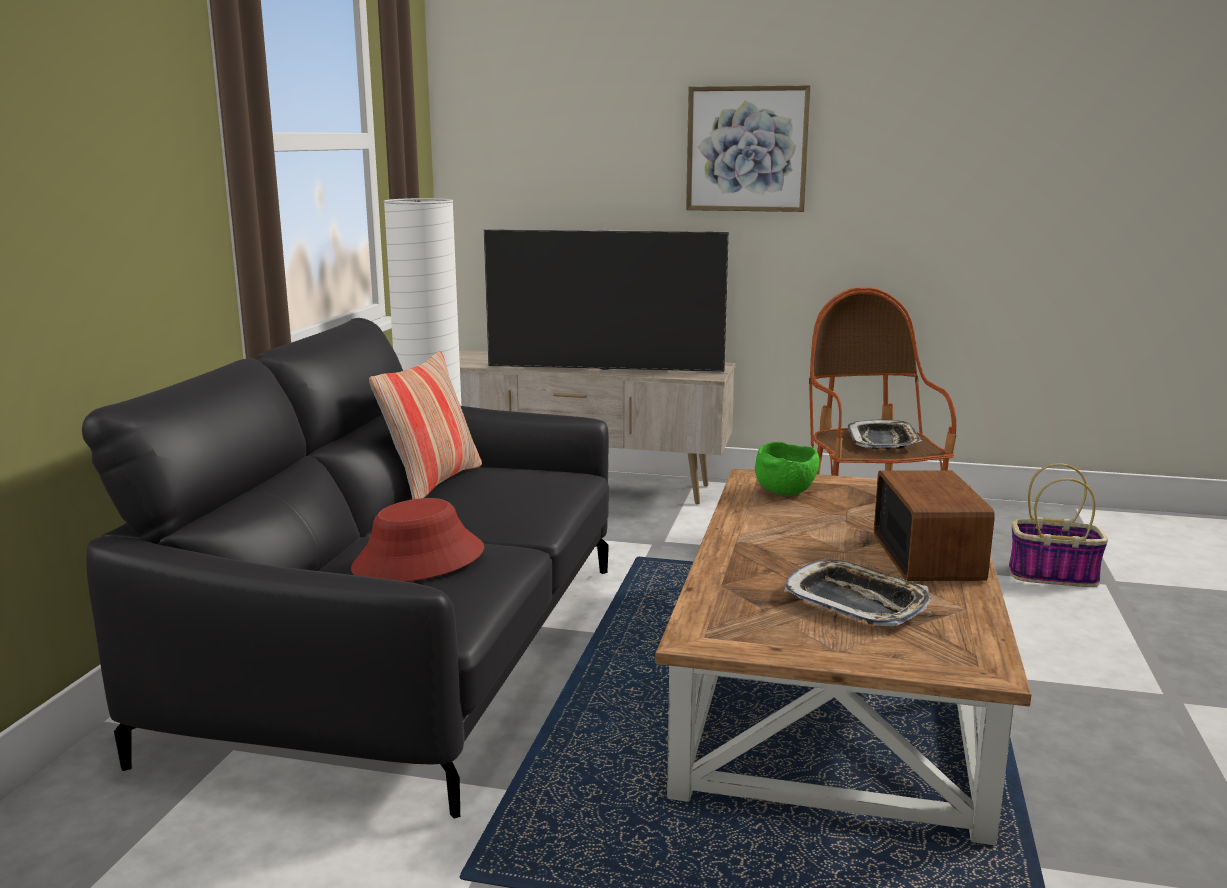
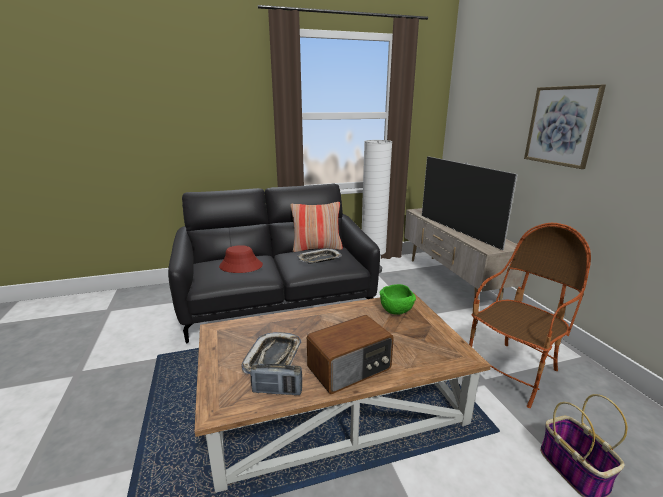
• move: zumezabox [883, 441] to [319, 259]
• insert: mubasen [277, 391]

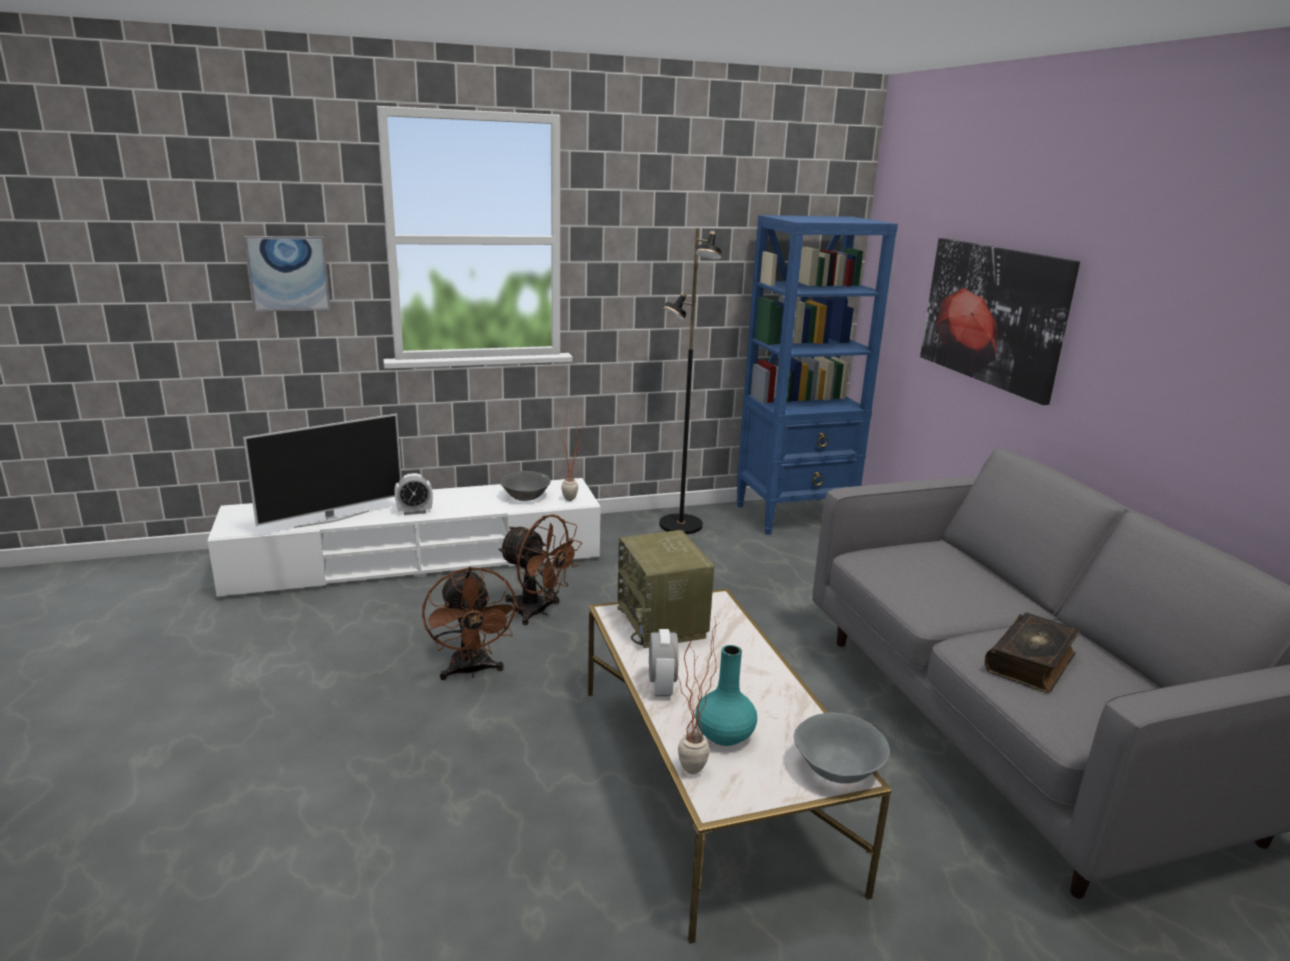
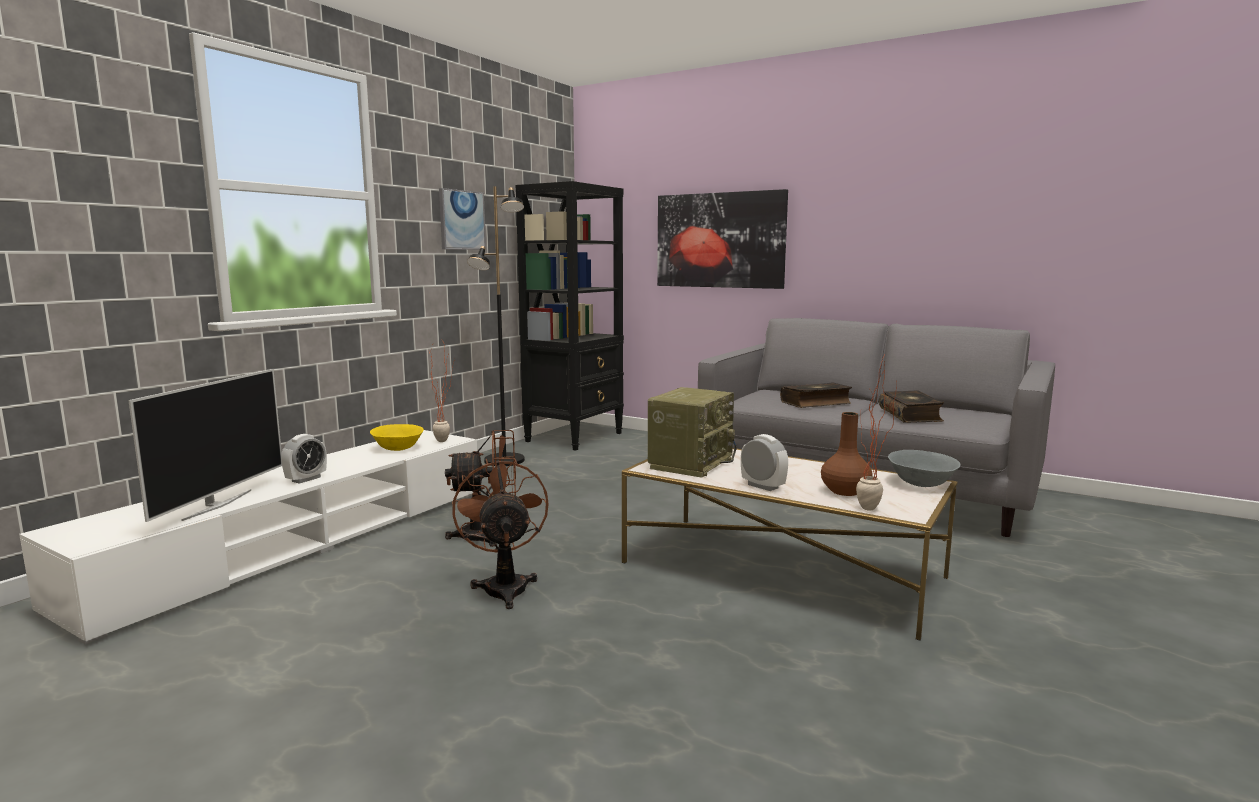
• recolor: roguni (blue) [795, 515] to roguni (black) [575, 437]
• move: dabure [288, 273] to [461, 220]
• recolor: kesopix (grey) [525, 496] to kesopix (yellow) [397, 448]
• rotate: mubasen [663, 623] = [690, 463] 90 degrees counterclockwise
• rotate: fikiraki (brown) [471, 671] = [504, 586] 135 degrees counterclockwise
• recolor: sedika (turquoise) [724, 734] to sedika (brown) [844, 491]
• insert: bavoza [816, 403]

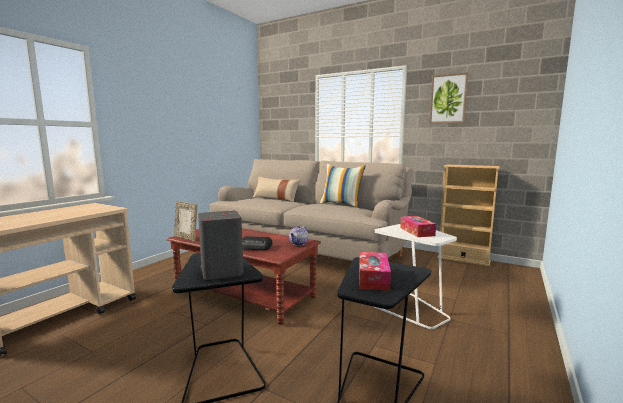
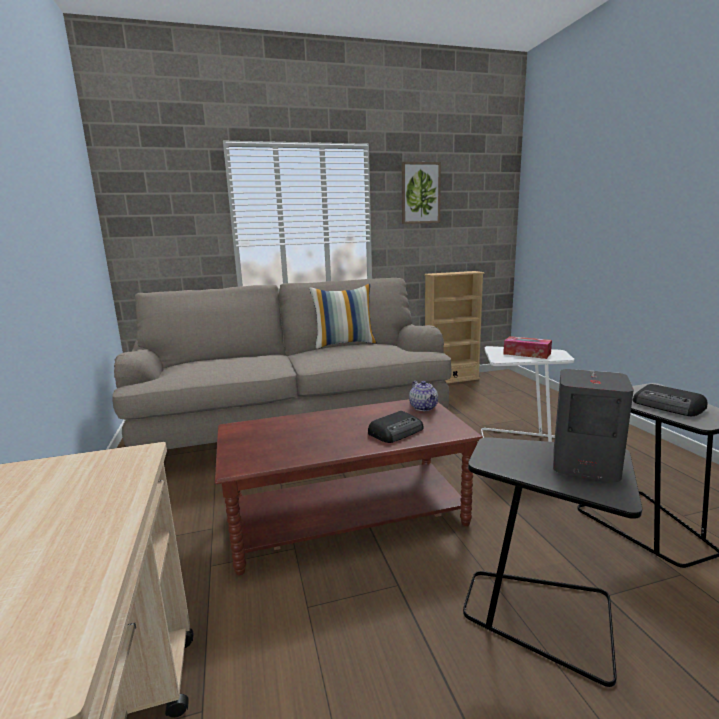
• delete: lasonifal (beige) [276, 198]
• delete: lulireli [186, 238]
• replace: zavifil [373, 278] to mubasen [668, 406]

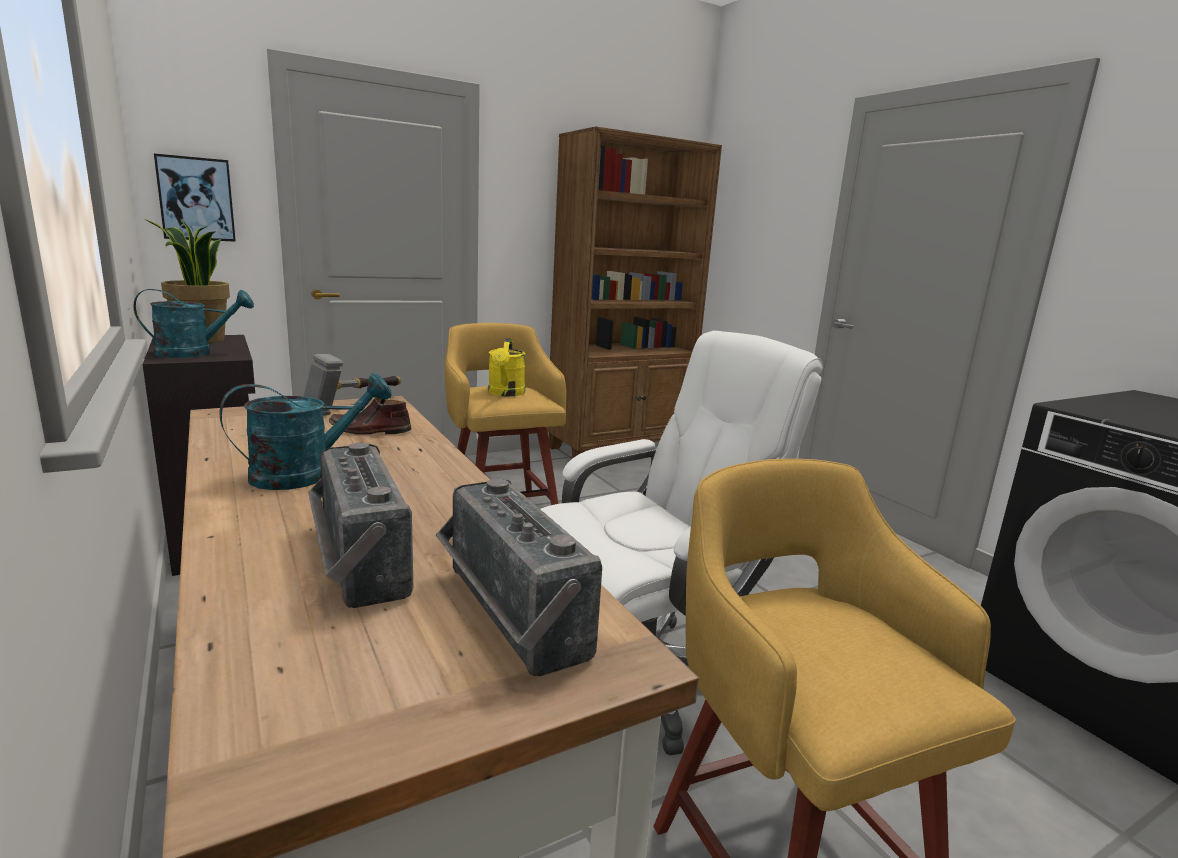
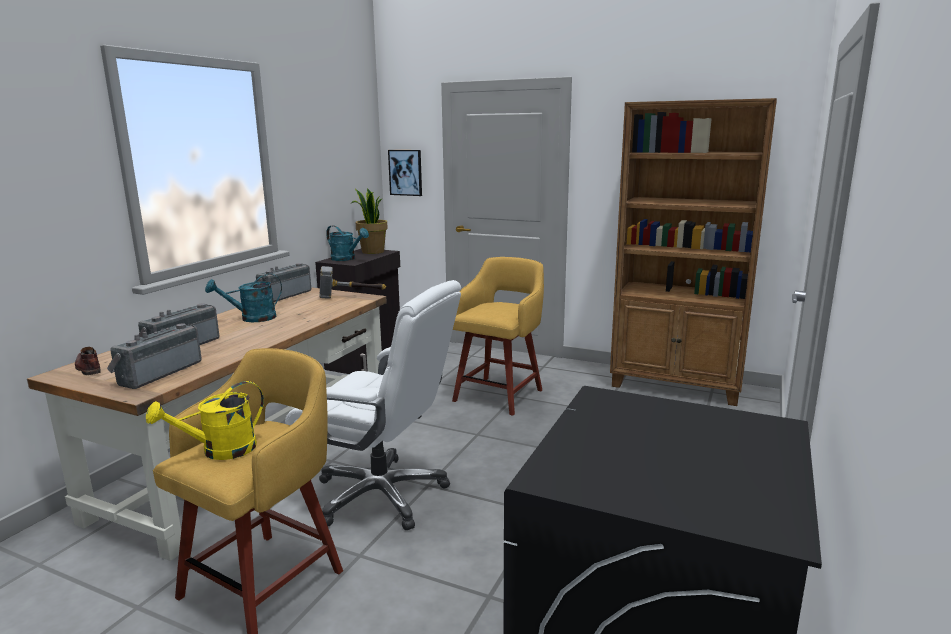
• move: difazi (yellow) [506, 393] to [220, 451]
• rotate: difazi (turquoise) [306, 474] = [252, 318] 135 degrees clockwise
• move: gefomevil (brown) [370, 431] to [88, 368]
• insert: mubasen [283, 296]

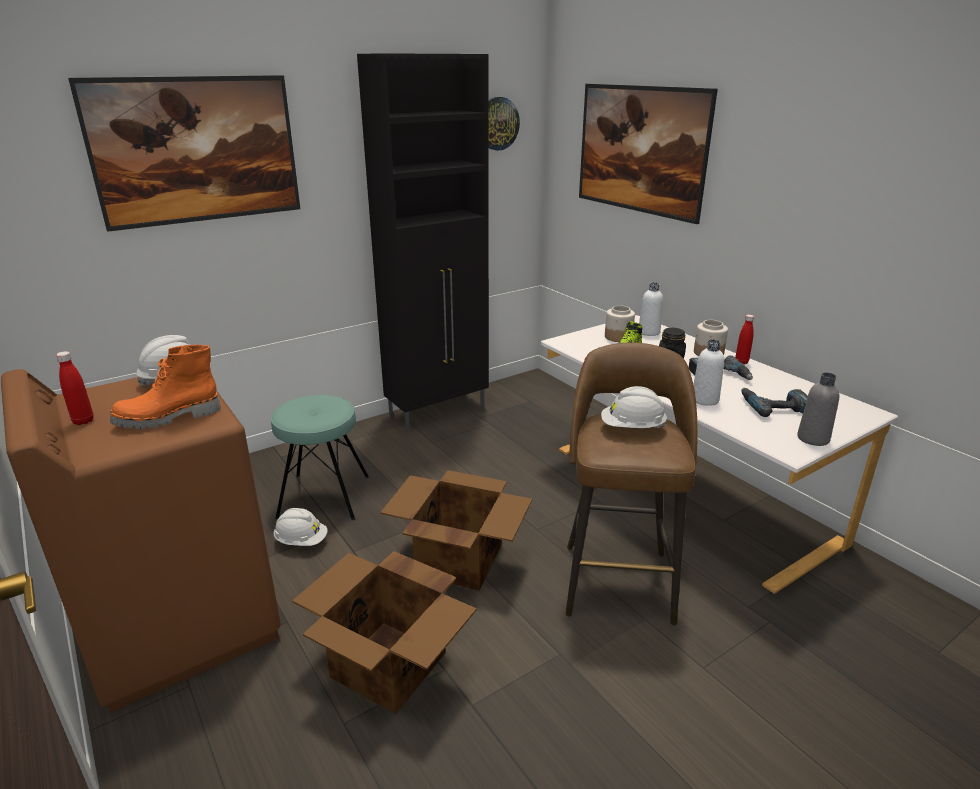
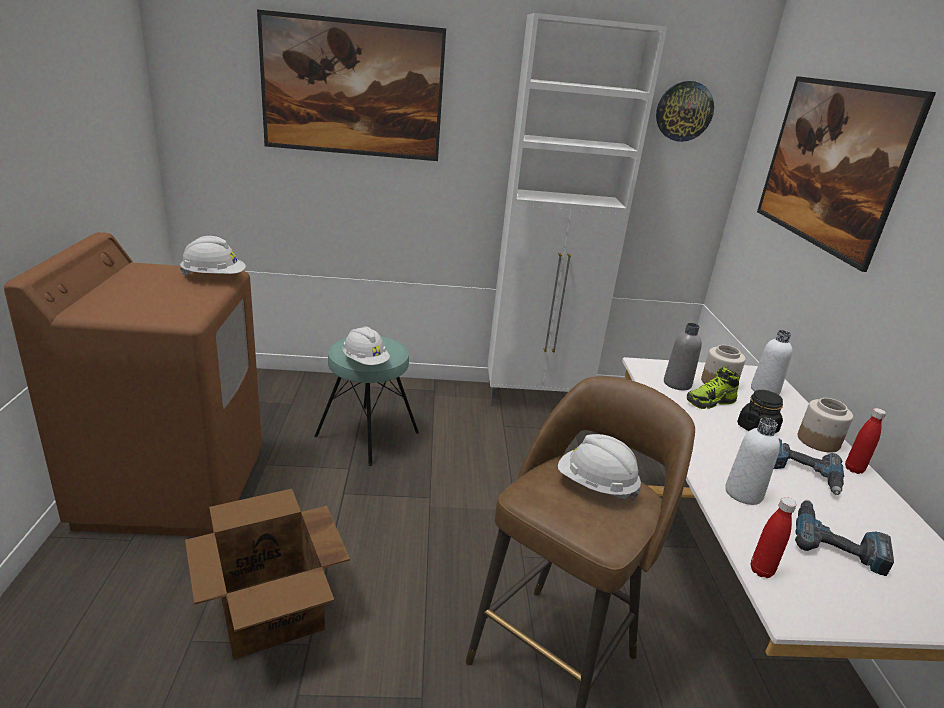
• recolor: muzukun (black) [439, 410] to muzukun (white) [537, 398]
• delete: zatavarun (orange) [168, 418]
• move: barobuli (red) [83, 421] to [761, 570]
• move: barobuli (grey) [813, 438] to [677, 384]
• delete: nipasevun [458, 559]
• move: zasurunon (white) [301, 541] to [365, 361]

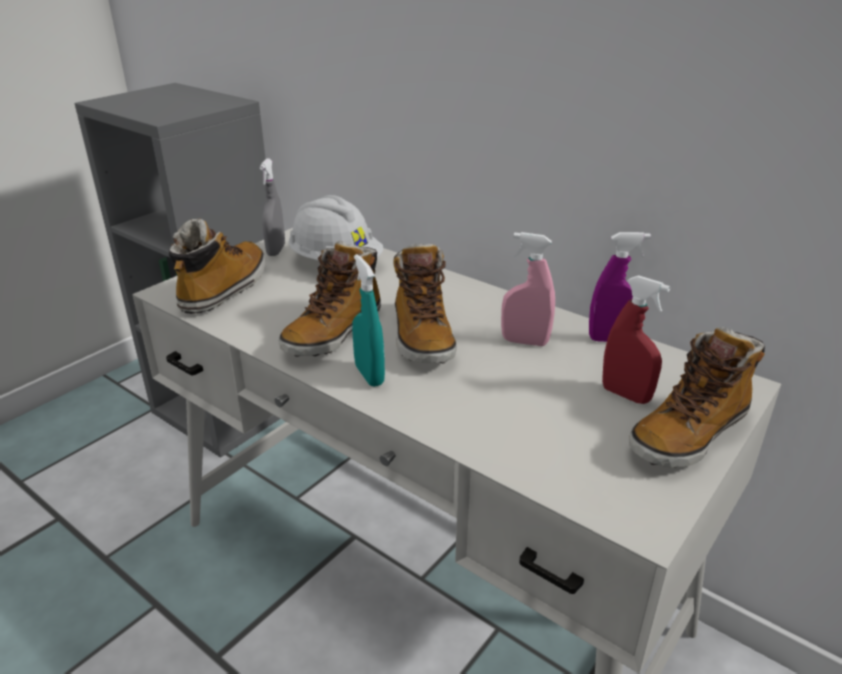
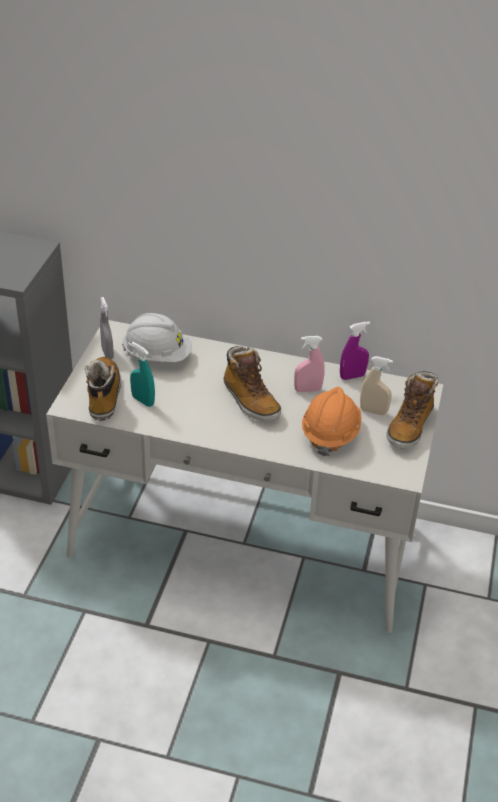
• delete: zatavarun [333, 332]
• move: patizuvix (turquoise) [369, 375] to [143, 400]
• recolor: patizuvix (red) [625, 395] to patizuvix (beige) [373, 411]
• insert: zasurunon (orange) [330, 433]

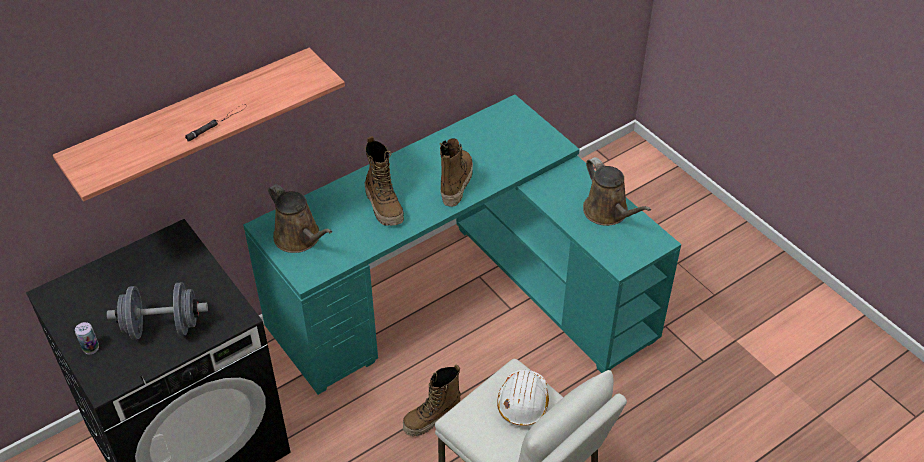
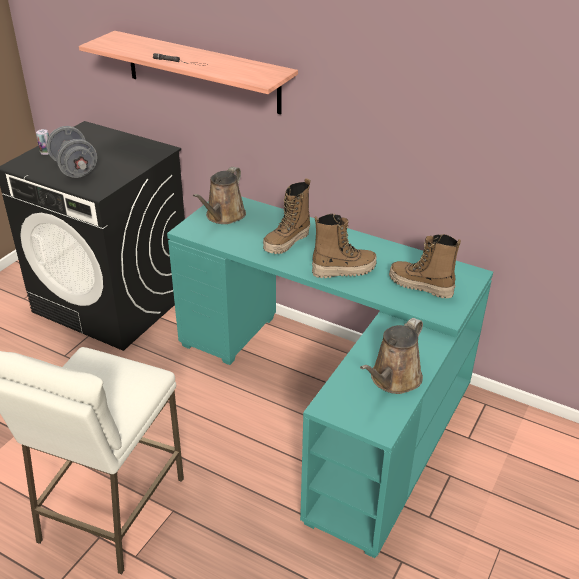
• move: zatavarun [432, 418] to [420, 286]
• delete: zasurunon (white) [523, 403]

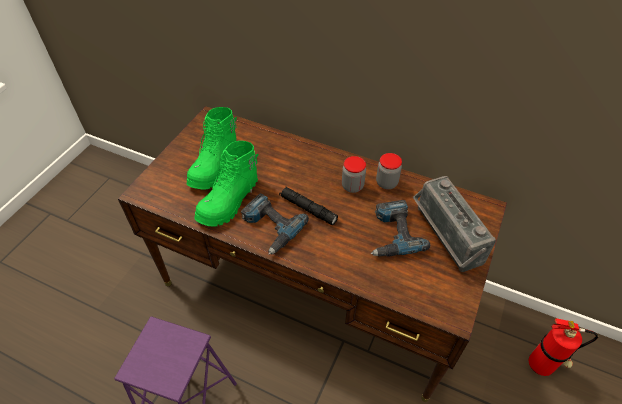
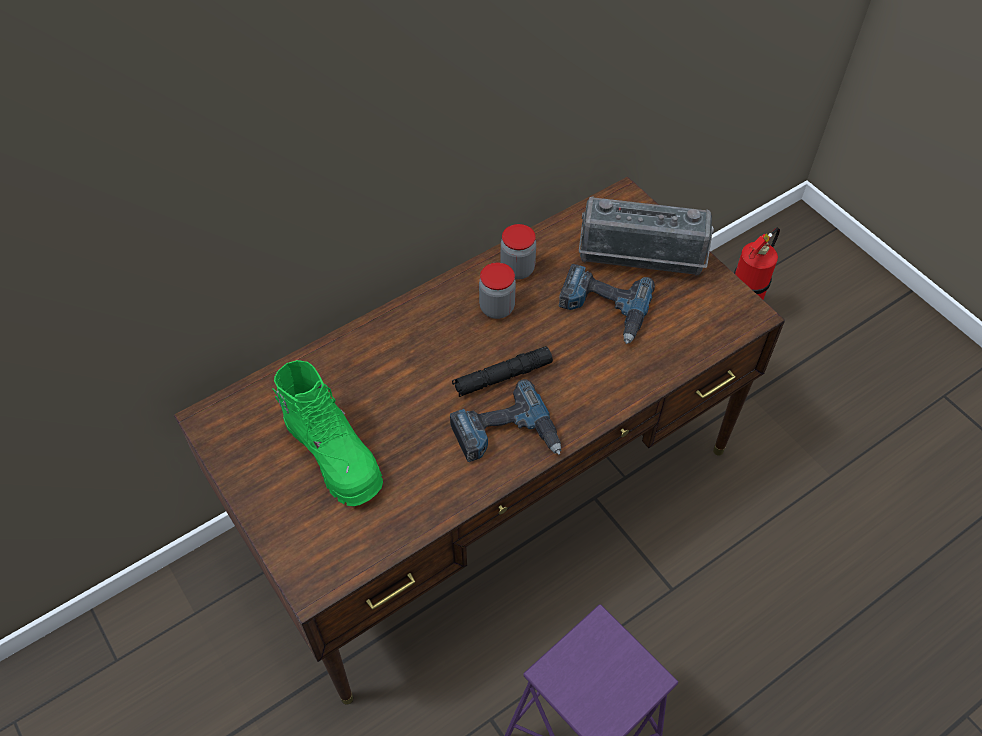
• delete: zatavarun (green) [230, 201]

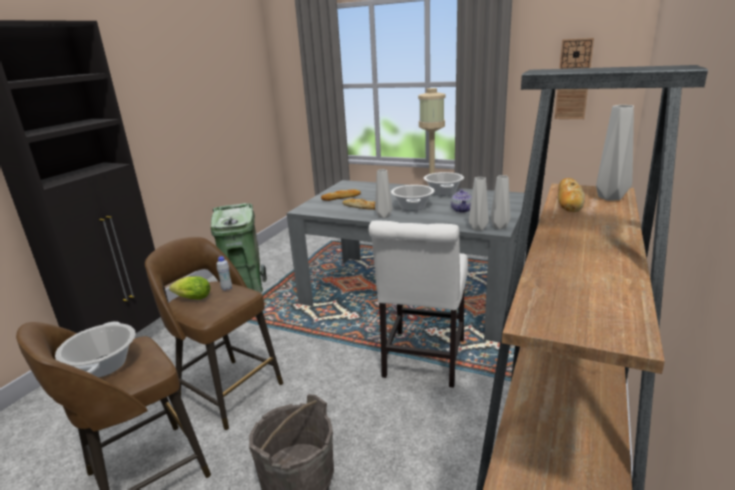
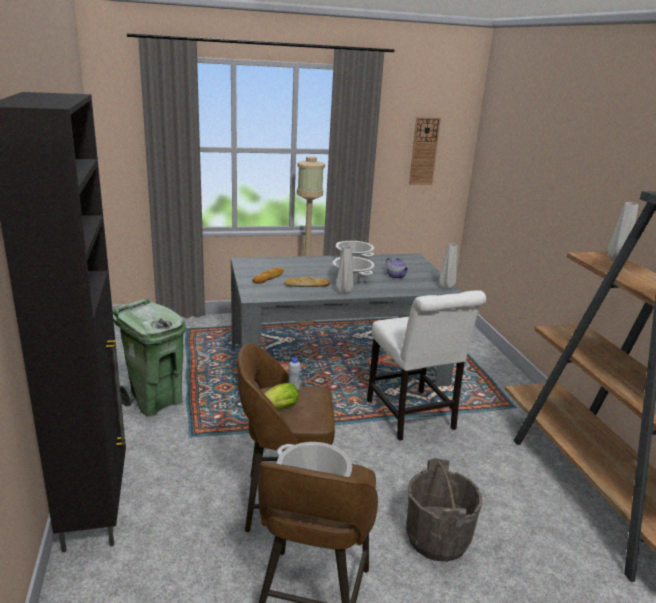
• delete: sedika (grey) [477, 228]
• delete: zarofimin [569, 199]

